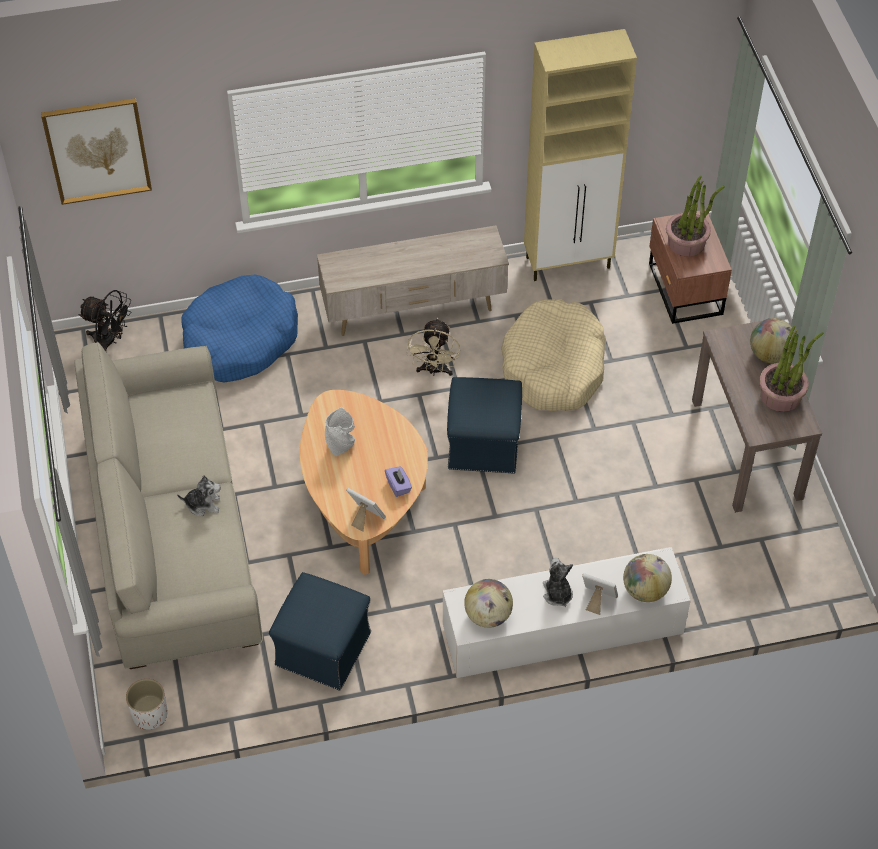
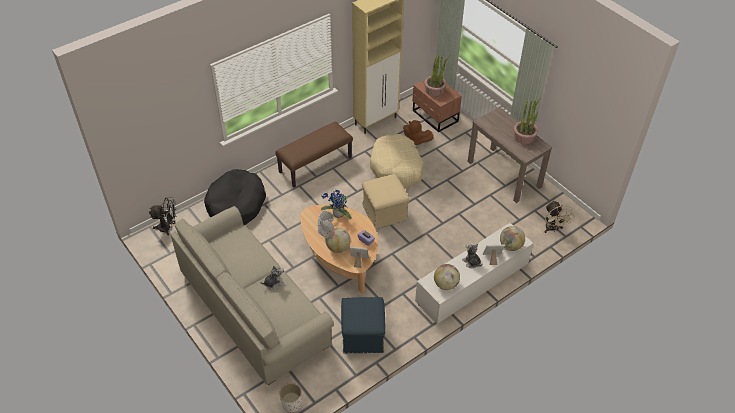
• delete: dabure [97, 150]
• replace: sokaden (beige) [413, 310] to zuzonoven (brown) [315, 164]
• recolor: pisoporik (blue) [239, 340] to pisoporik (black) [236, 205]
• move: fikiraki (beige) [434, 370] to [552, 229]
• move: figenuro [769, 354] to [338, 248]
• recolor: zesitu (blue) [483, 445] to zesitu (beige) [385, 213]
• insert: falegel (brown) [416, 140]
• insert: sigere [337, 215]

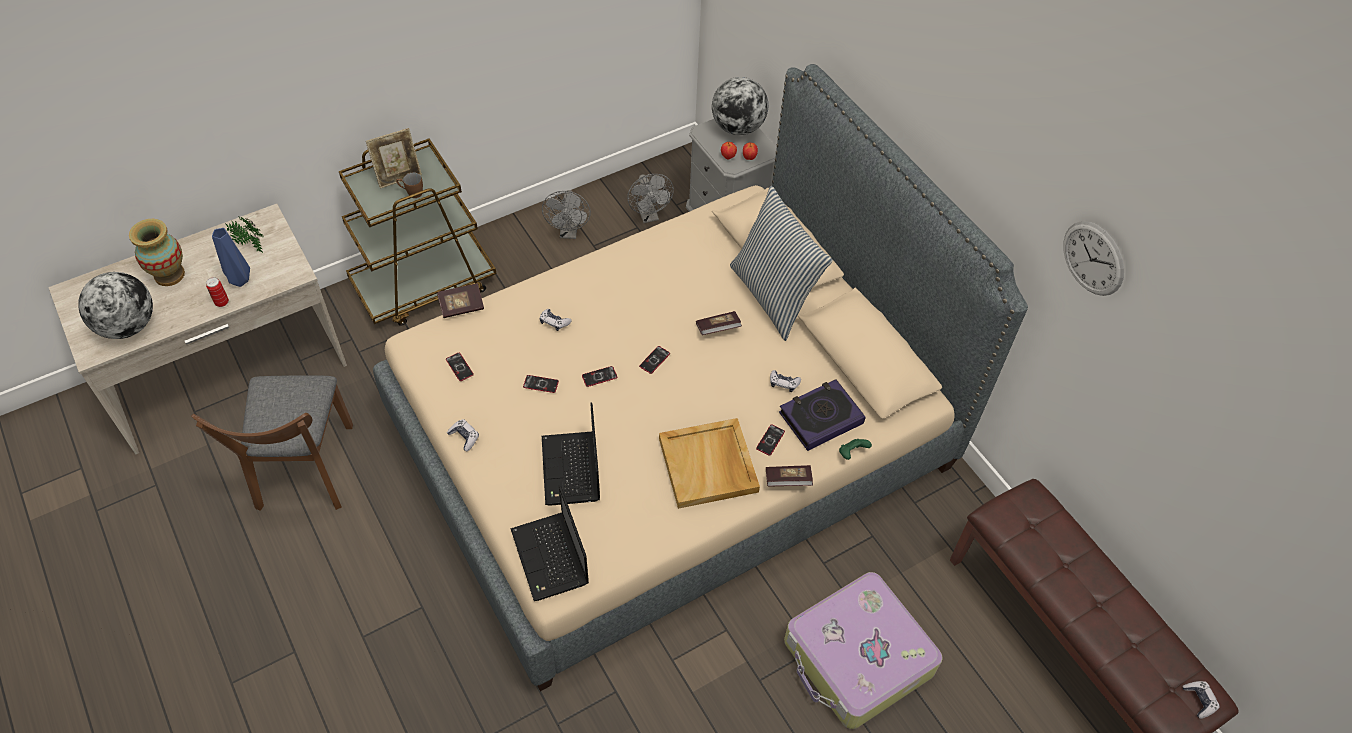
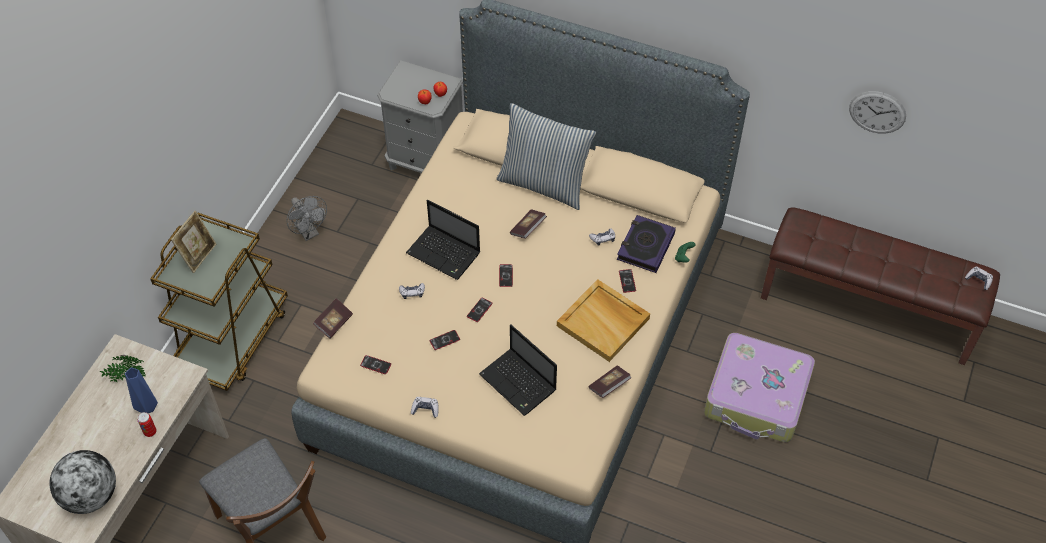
• delete: figenuro [737, 127]
• delete: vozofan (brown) [411, 193]
• delete: fikiraki (grey) [649, 216]
• delete: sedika [169, 275]
• move: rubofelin [1093, 258] to [877, 112]
• move: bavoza [788, 481] to [609, 386]
• move: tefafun [551, 558] to [445, 254]

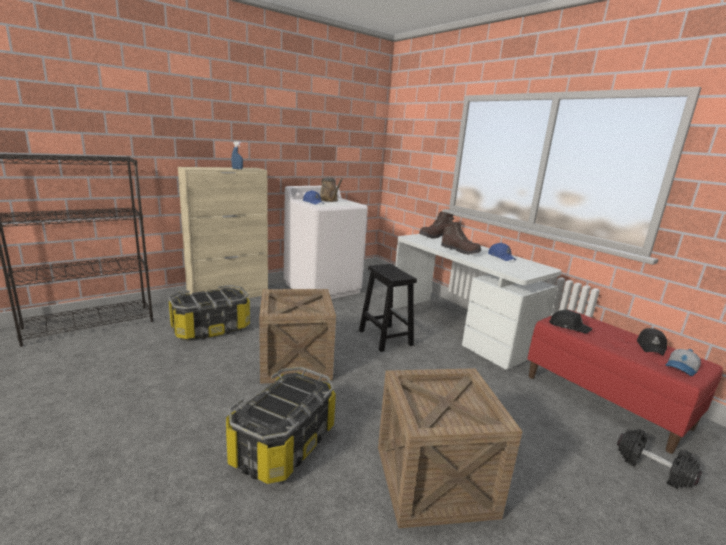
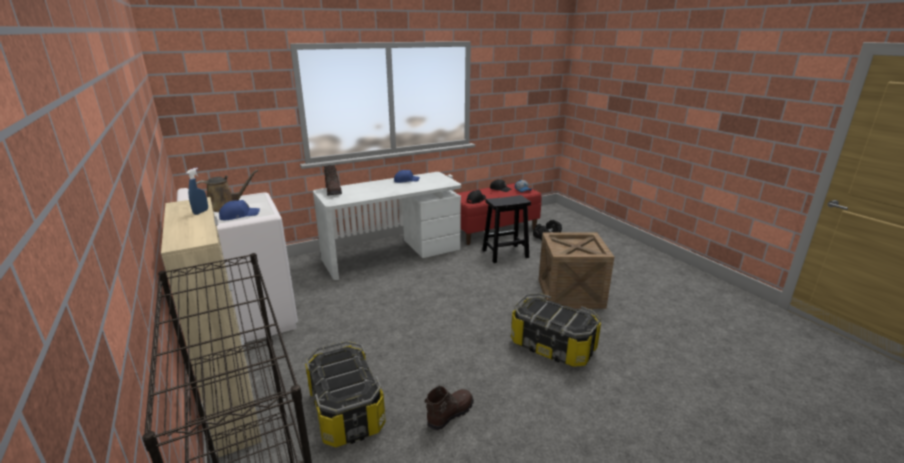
• move: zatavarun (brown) [460, 251] to [449, 414]
• move: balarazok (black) [384, 337] to [504, 254]
• delete: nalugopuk [295, 362]

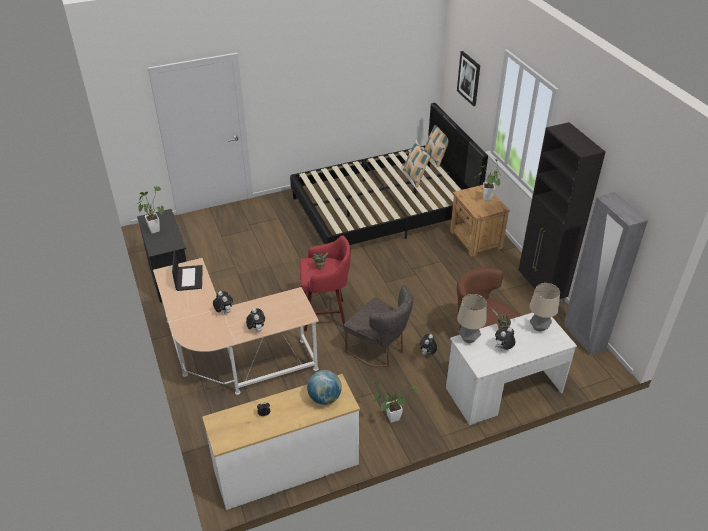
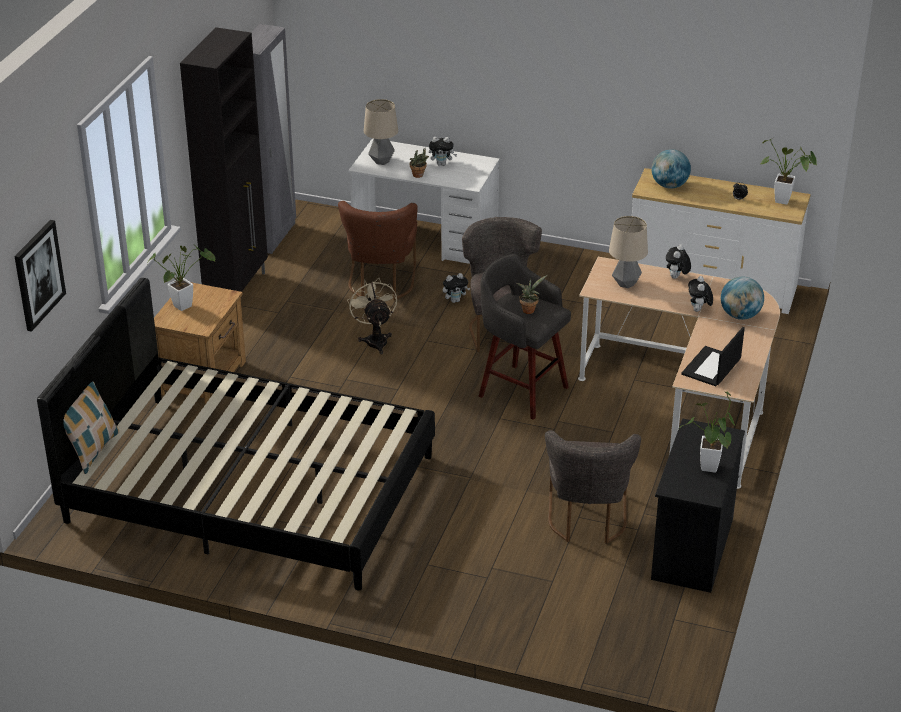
• delete: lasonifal [415, 177]
• recolor: balarazok (red) [326, 315] to balarazok (grey) [521, 390]
• move: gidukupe [468, 339] to [625, 284]
• move: sigere [390, 418] to [786, 201]
• insert: figenuro [740, 315]
• insert: fikiraki (beige) [375, 339]
• insert: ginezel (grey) [587, 520]

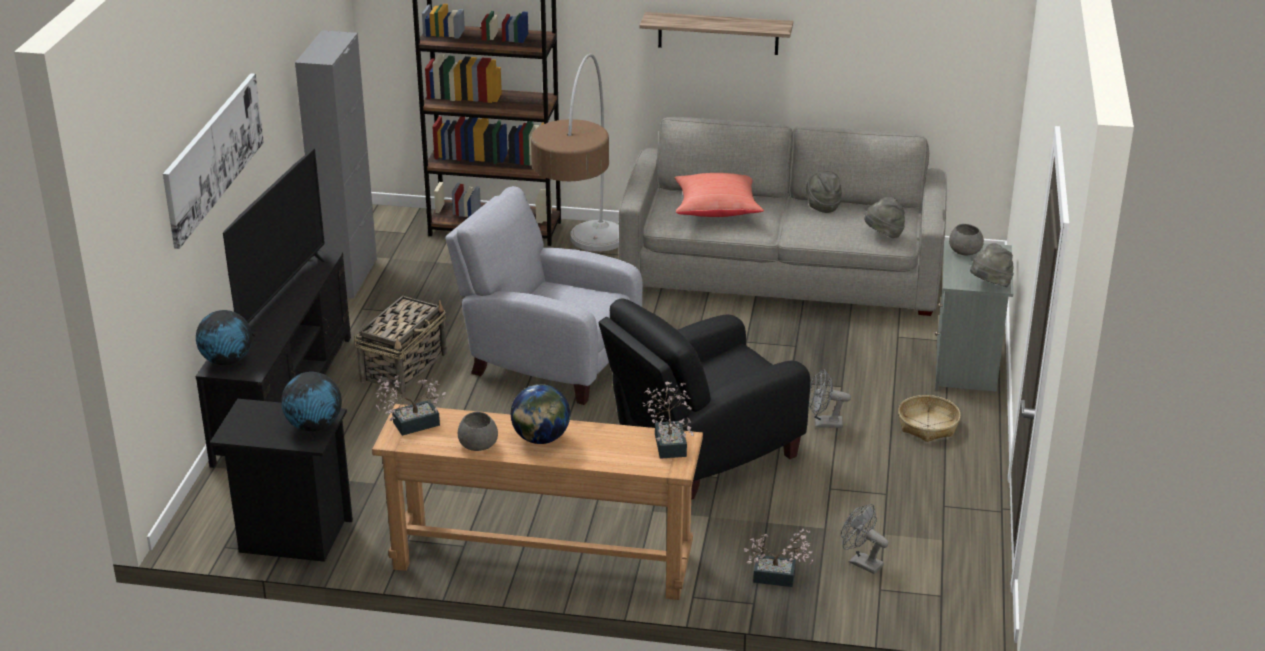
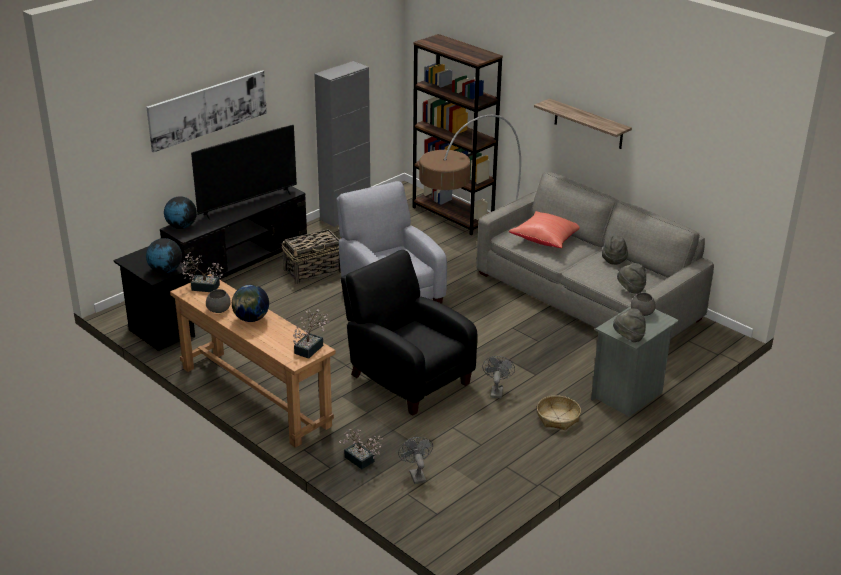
• rotate: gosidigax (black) [701, 452] = [407, 377] 45 degrees clockwise
• rotate: fikiraki (grey) [823, 424] = [496, 390] 60 degrees clockwise

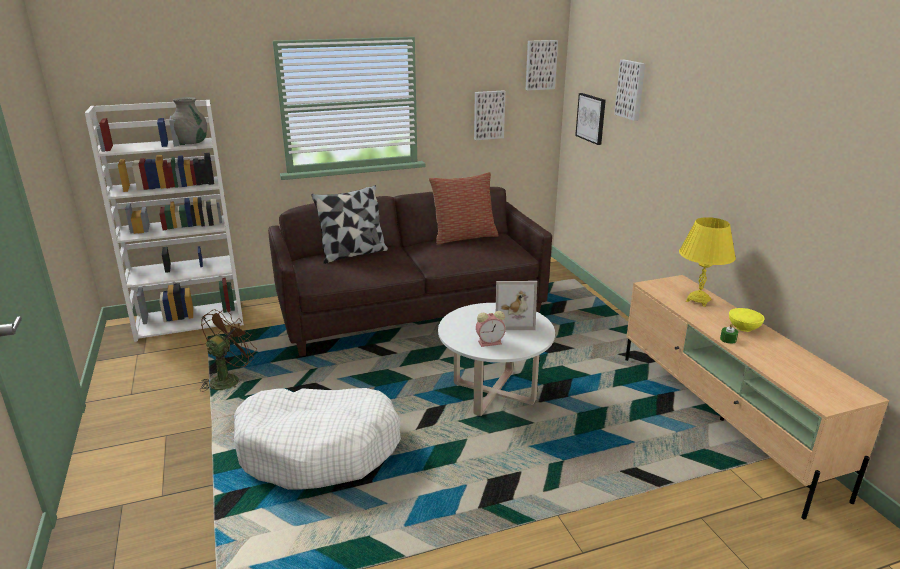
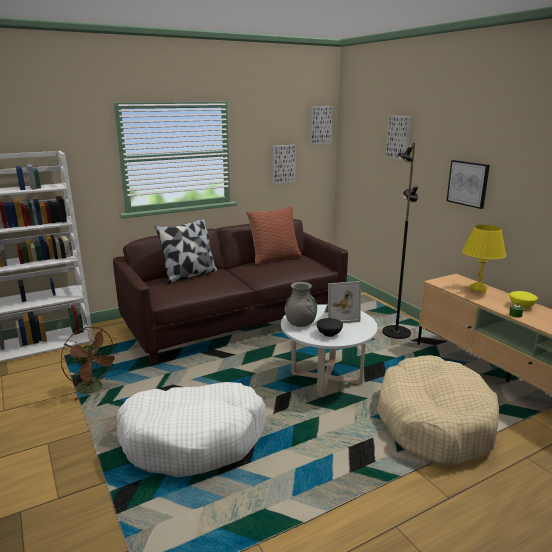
• move: dabure [591, 118] to [468, 183]
• move: sedika (grey) [191, 142] to [300, 323]
• rotate: fikiraki (brown) [229, 379] = [94, 389] 105 degrees clockwise
• replace: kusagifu [490, 342] to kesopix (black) [329, 333]
• insert: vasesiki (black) [395, 333]
• insert: pisoporik (beige) [433, 422]

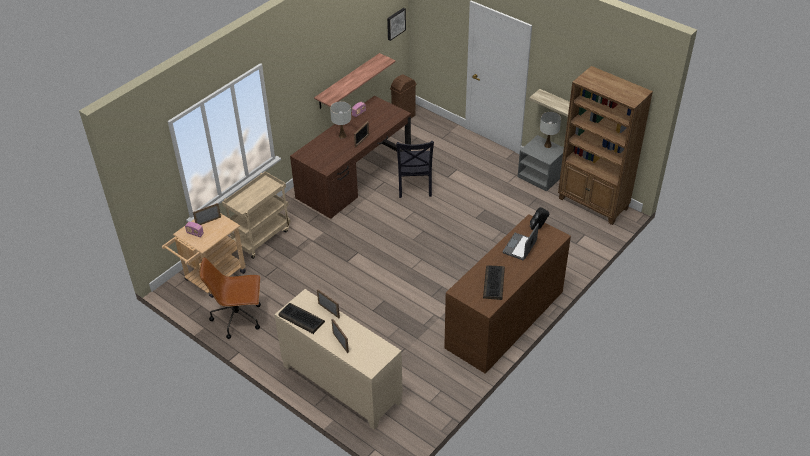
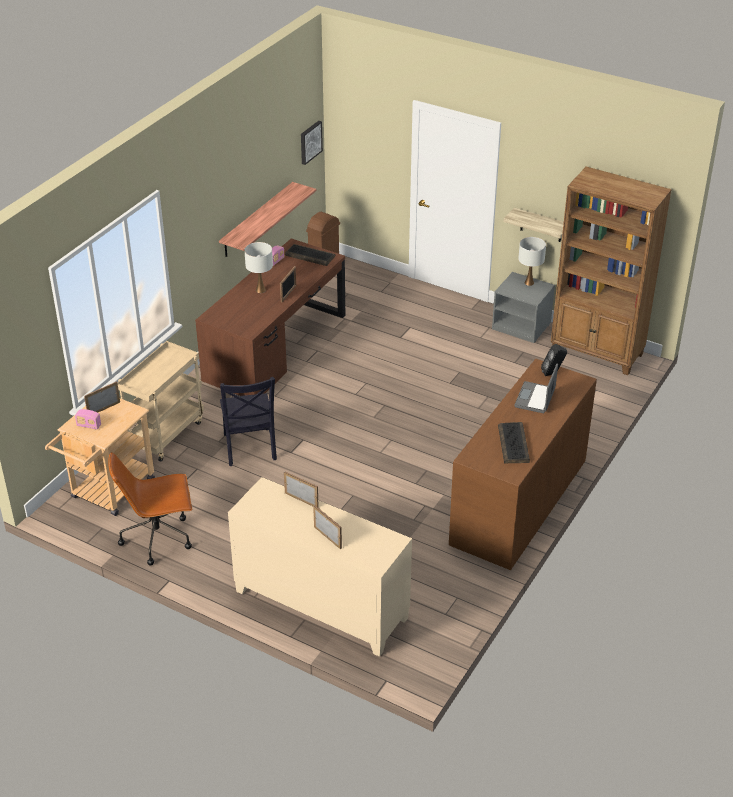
• move: ginezel (black) [414, 187] to [249, 448]
• move: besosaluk [301, 319] to [309, 256]

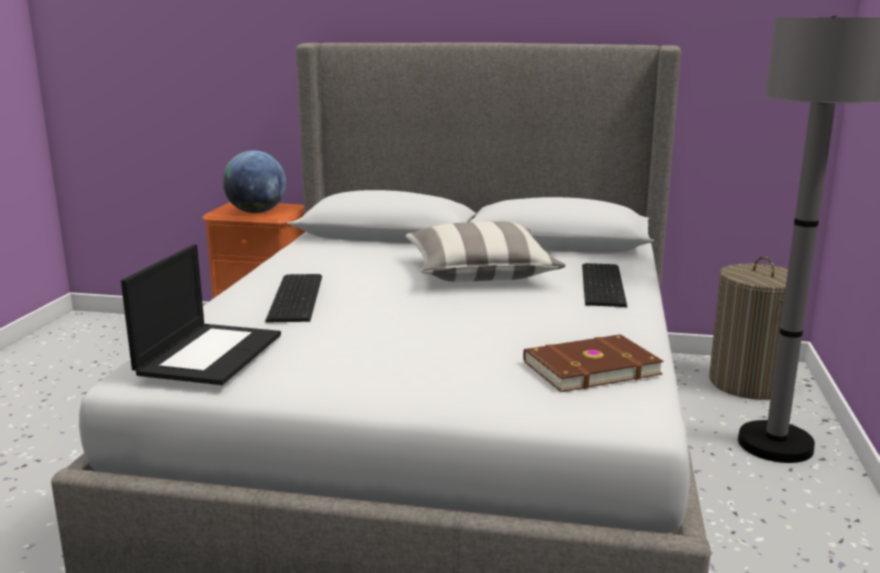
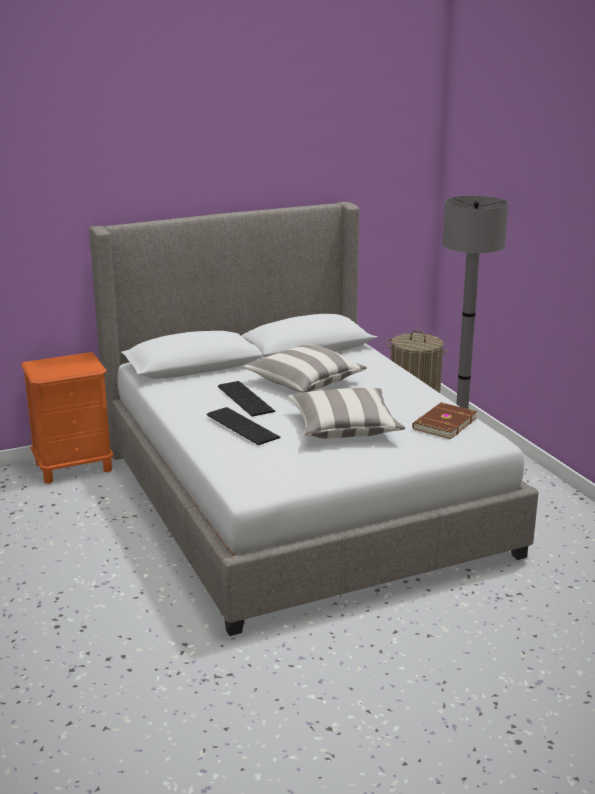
• delete: figenuro [256, 212]
• delete: tefafun [209, 353]
• move: besosaluk [605, 284] to [246, 398]
• insert: lasonifal [344, 428]

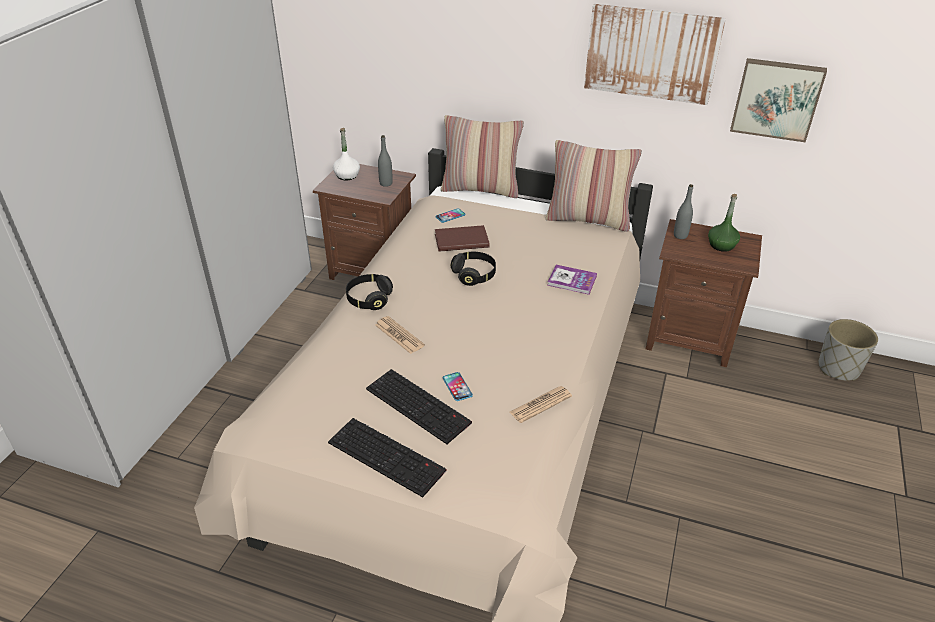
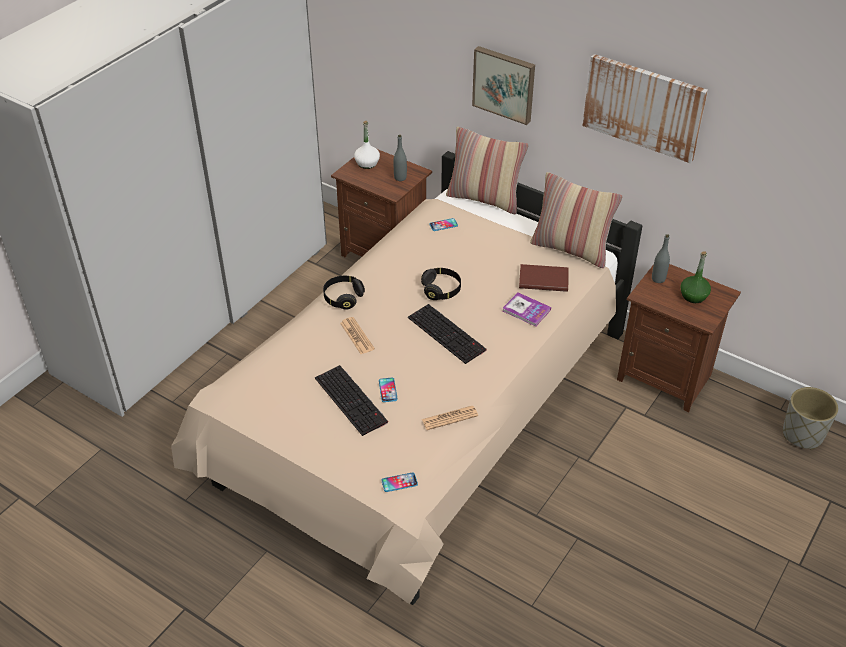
• move: dabure [776, 99] to [504, 84]
• move: bavoza (brown) [460, 240] to [543, 279]
• move: besosaluk [388, 456] to [448, 334]
• insert: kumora [399, 482]

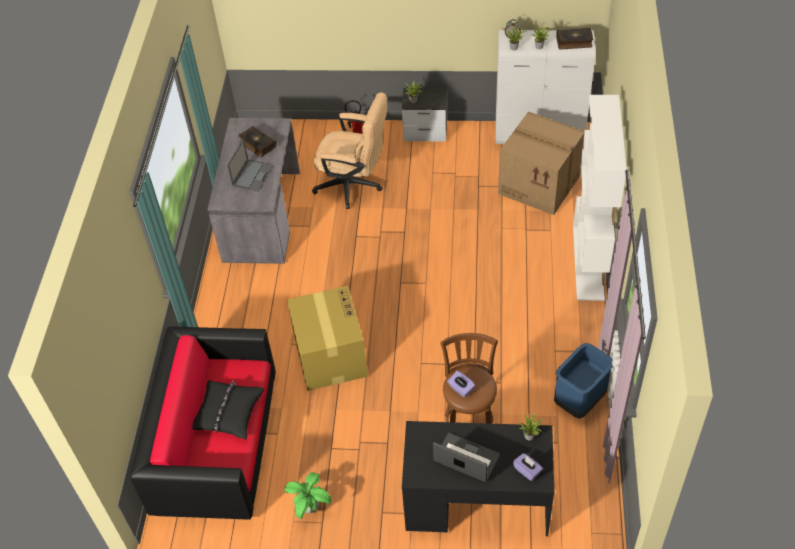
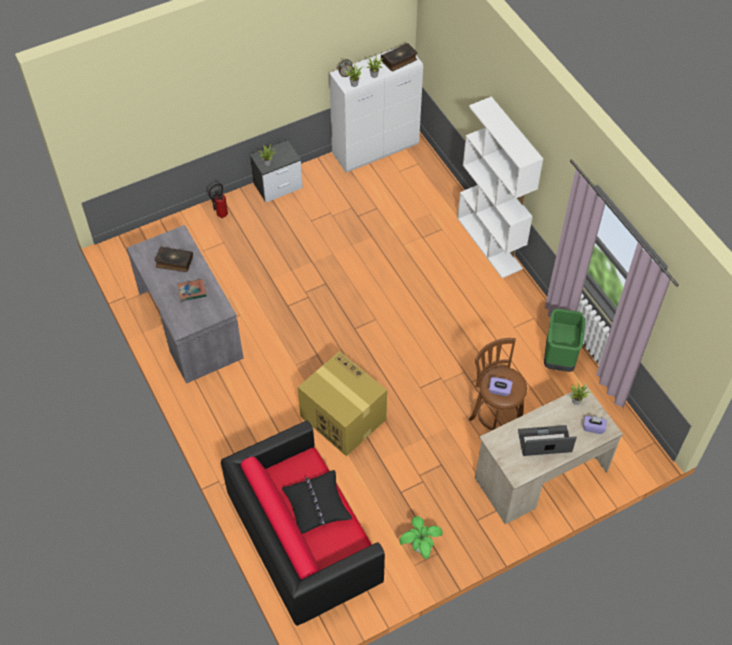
• delete: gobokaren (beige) [354, 185]
• delete: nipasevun [540, 184]
• replace: tefafun [252, 175] to bavoza [192, 291]
• recolor: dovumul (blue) [580, 402] to dovumul (green) [559, 358]
• recolor: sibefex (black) [476, 503] to sibefex (beige) [540, 475]

